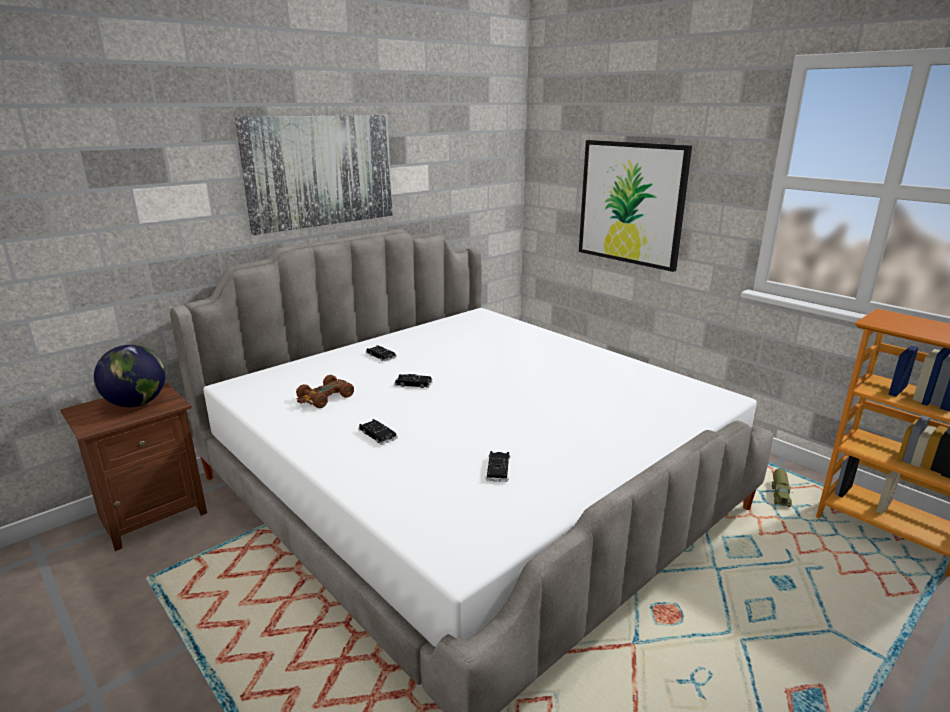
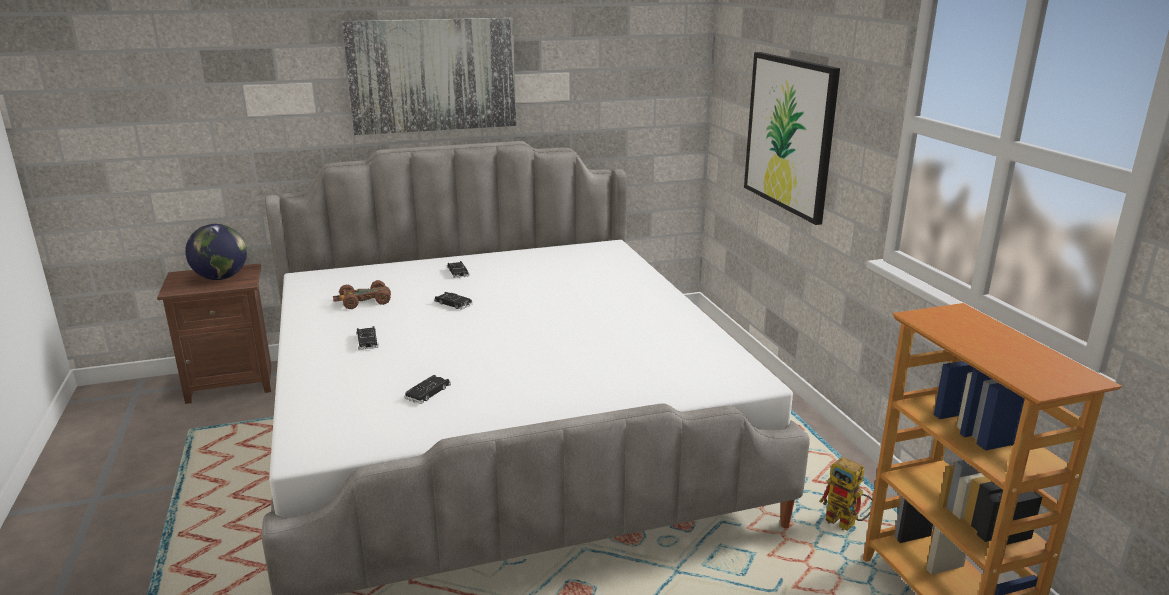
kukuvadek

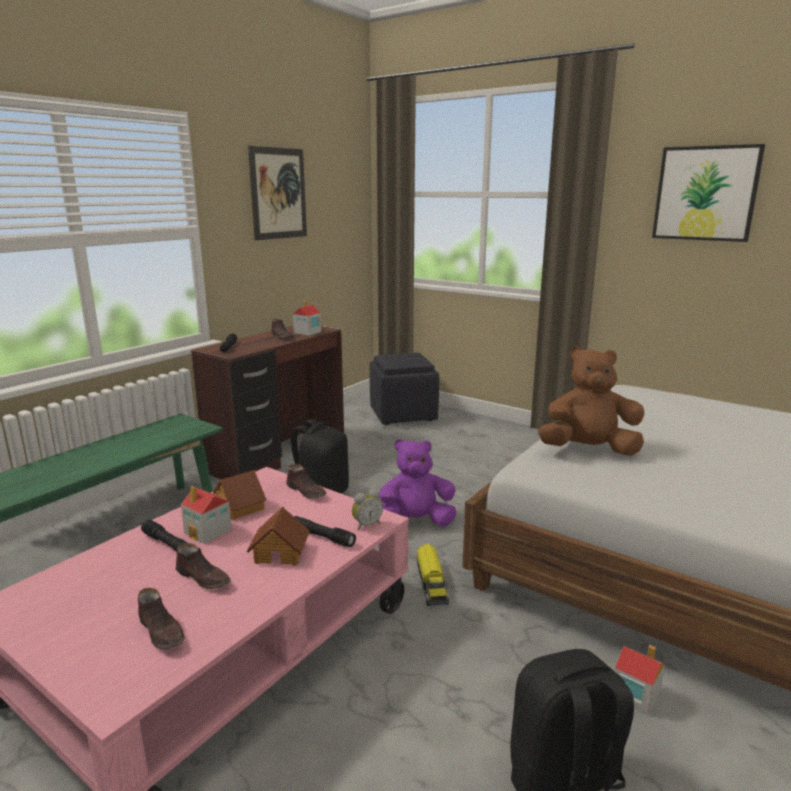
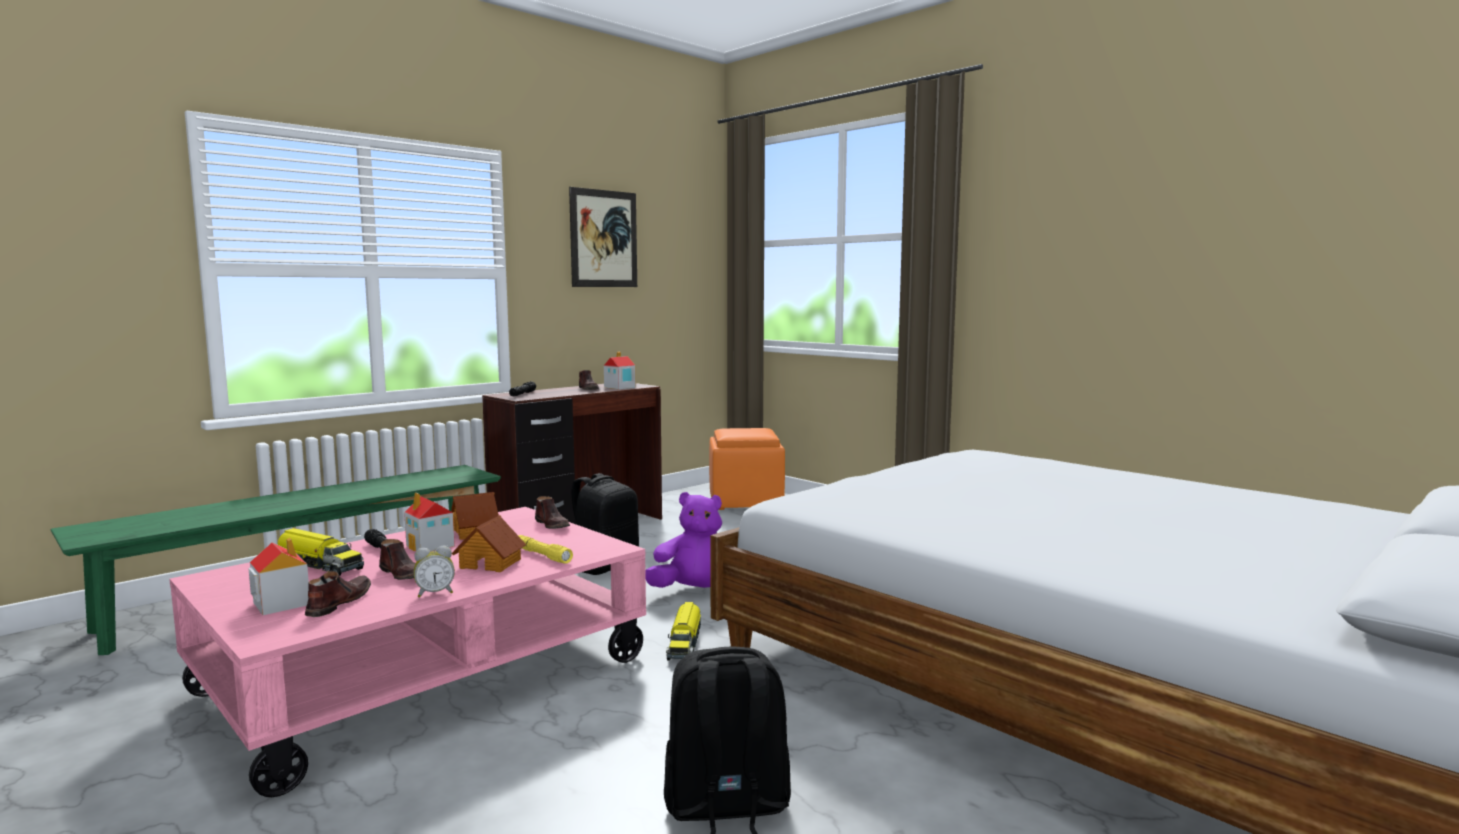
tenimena (1st from left)
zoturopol (1st from left)
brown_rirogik (1st from left)
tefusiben
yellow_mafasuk
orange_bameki
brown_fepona
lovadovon (2nd from left in the first image)

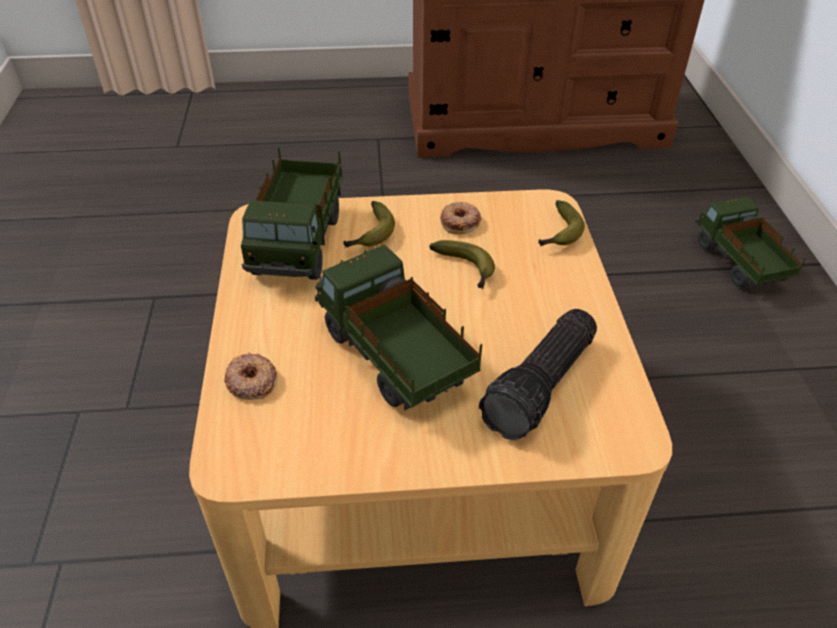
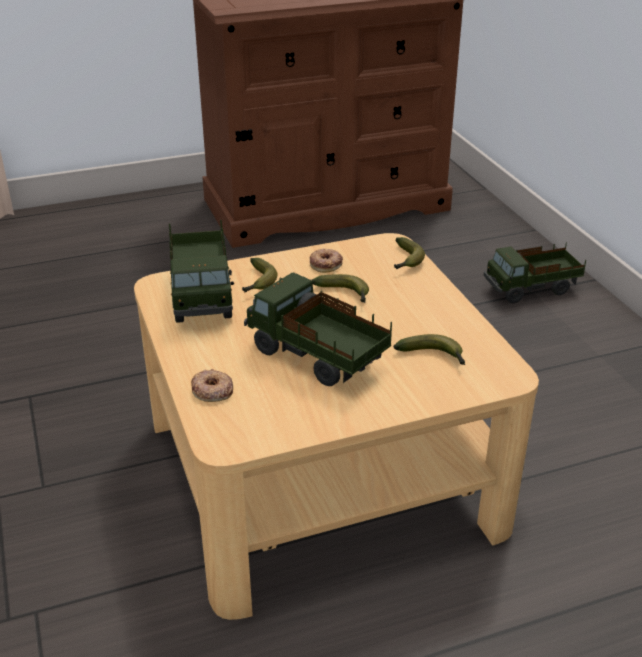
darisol (4th from left)
zoturopol (3rd from left)

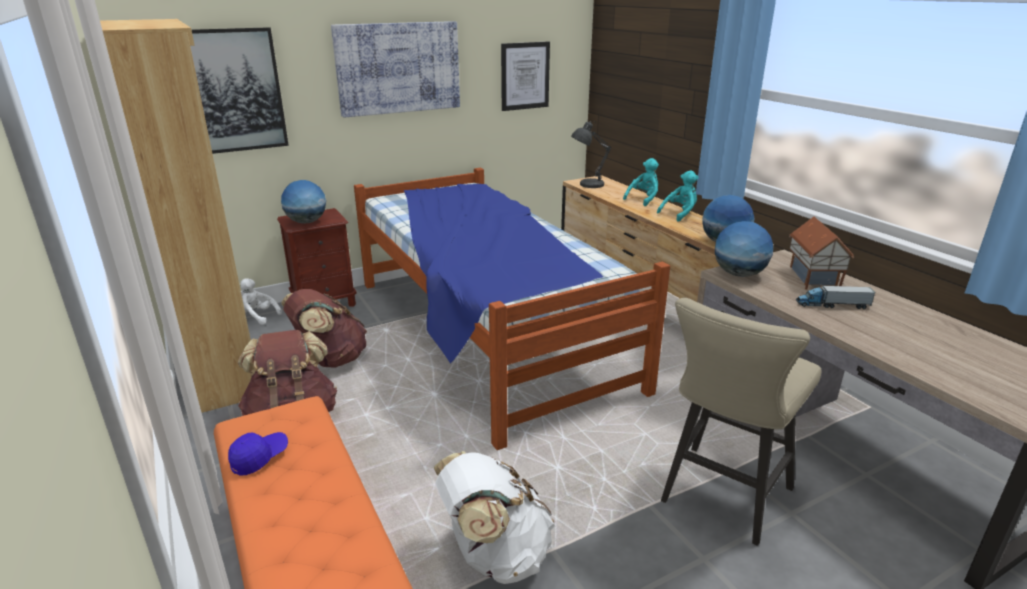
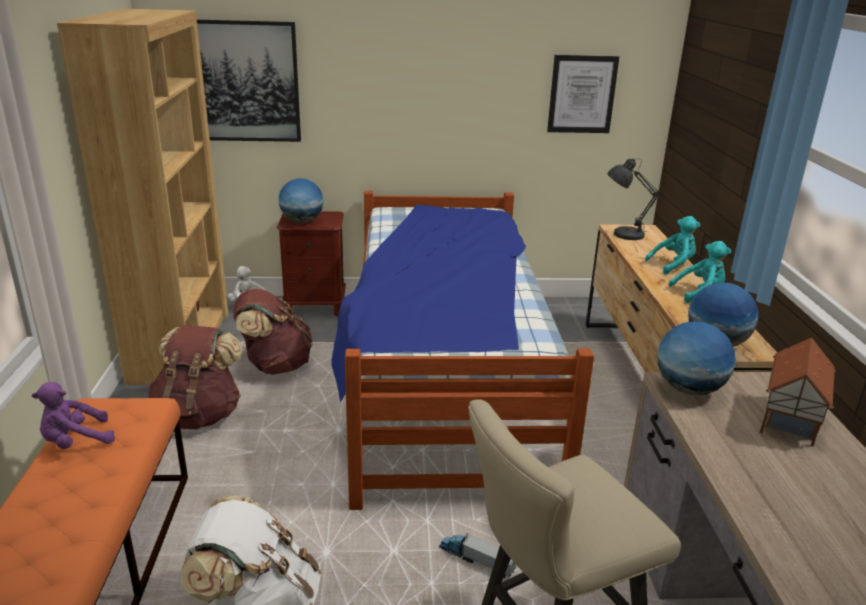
purple_fepona
zoturopol
lovadovon (2nd from left in the first image)

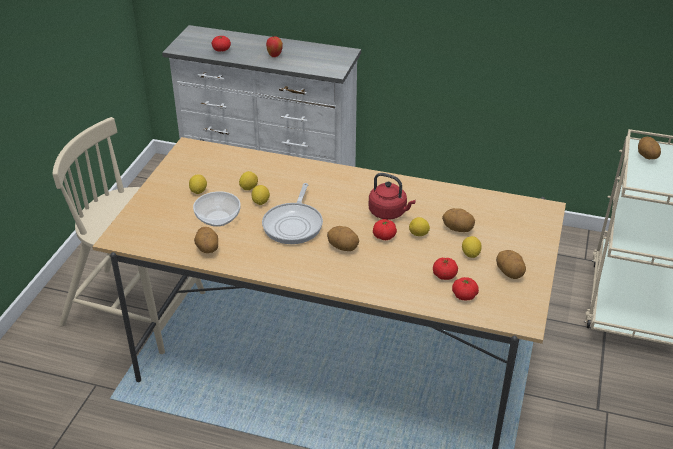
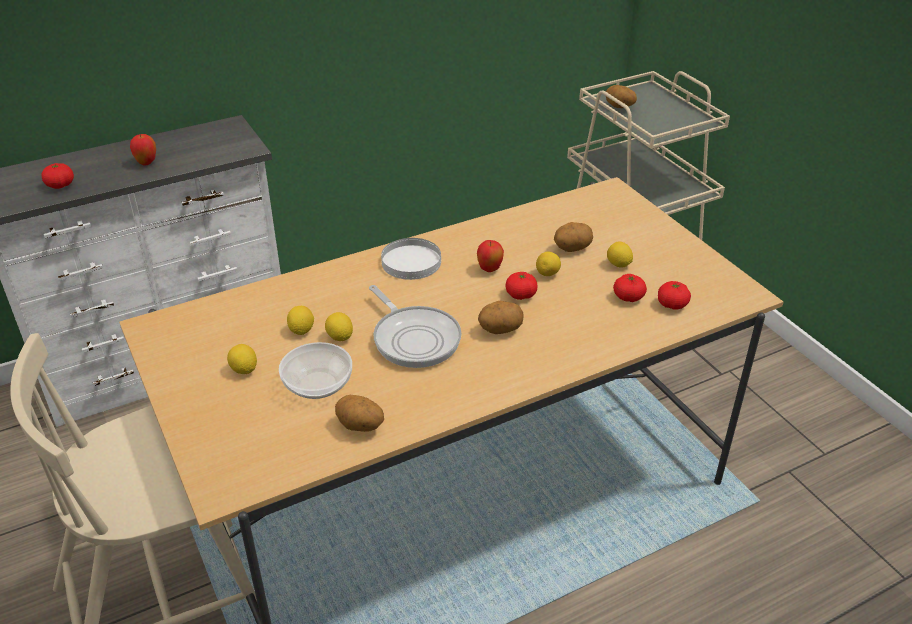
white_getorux
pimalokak (2nd from left)
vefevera (4th from left in the first image)

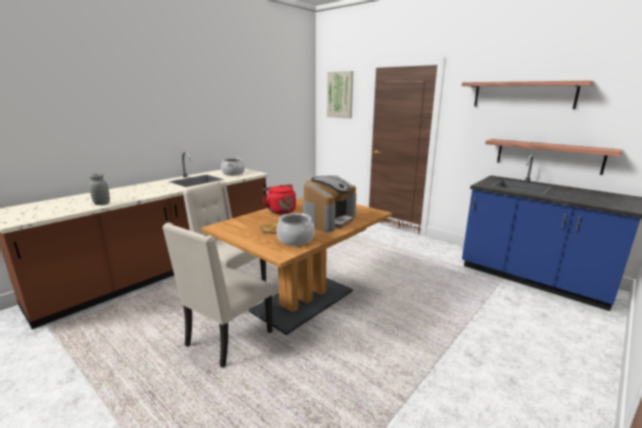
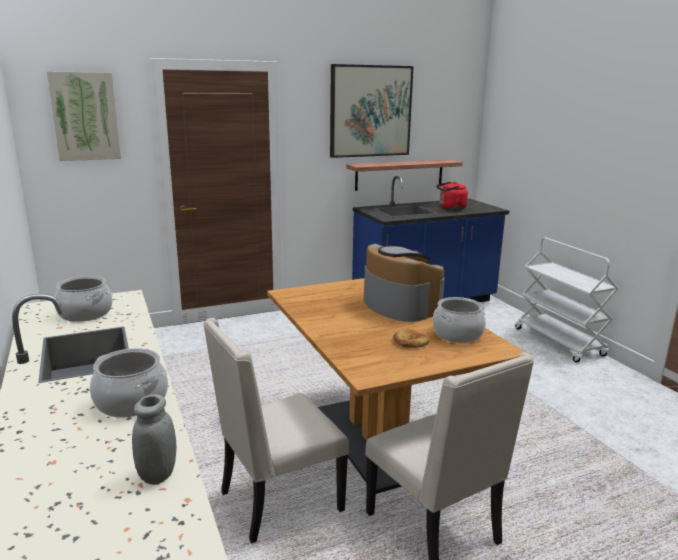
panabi (2nd from left)
lovadovon (2nd from left)
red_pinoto
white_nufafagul

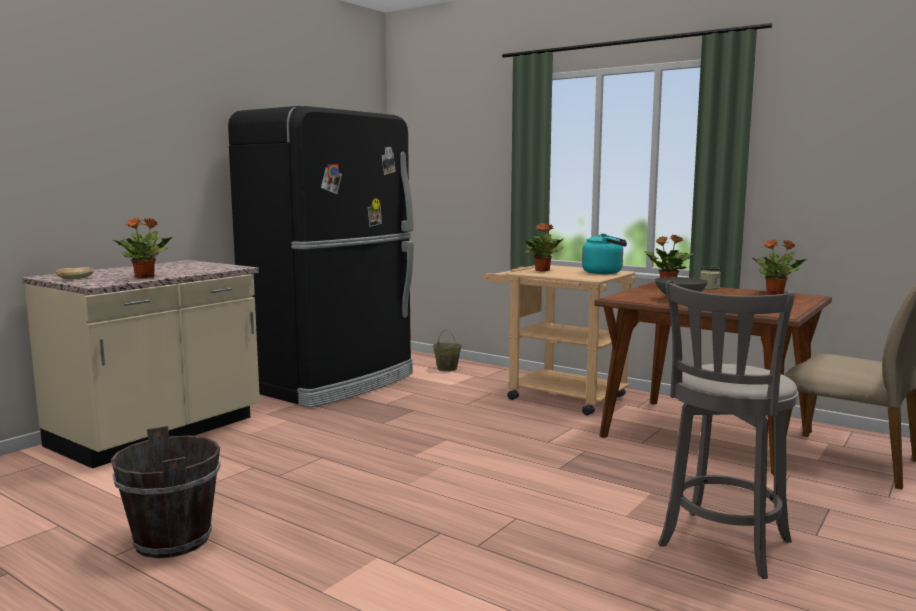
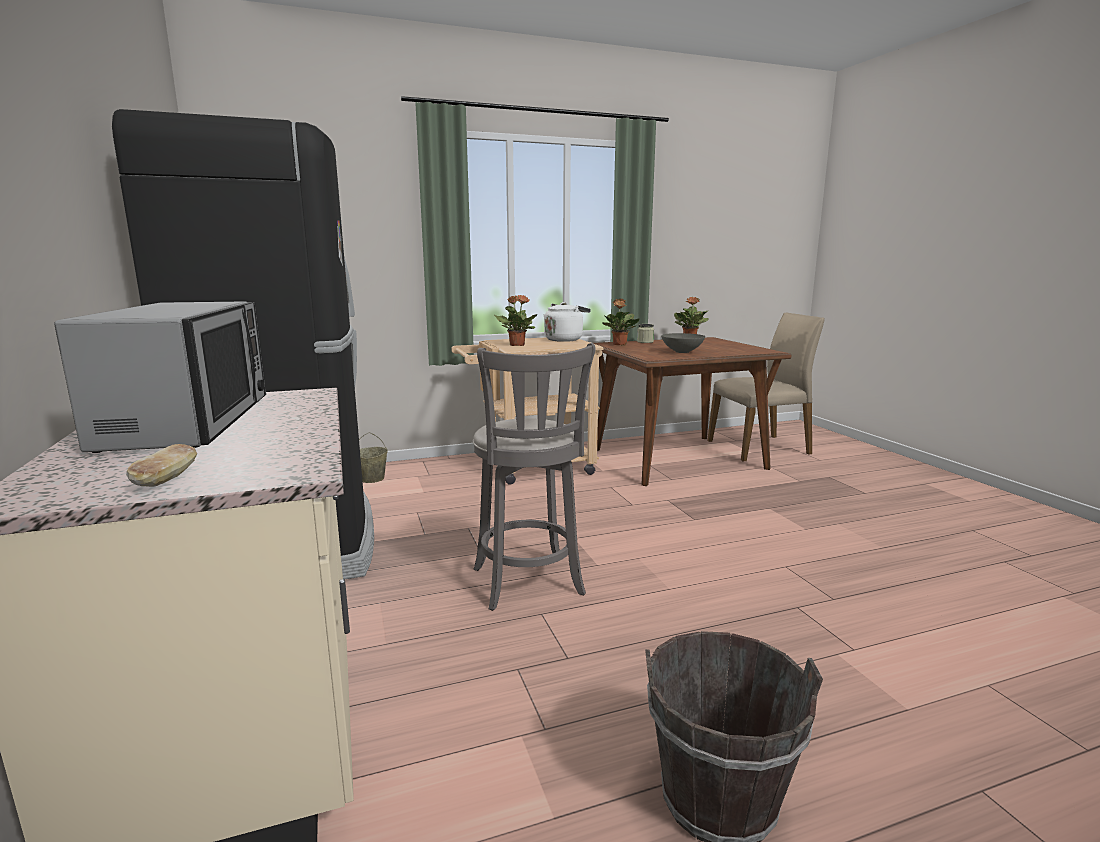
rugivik
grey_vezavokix
white_pinoto
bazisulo (1st from left in the first image)

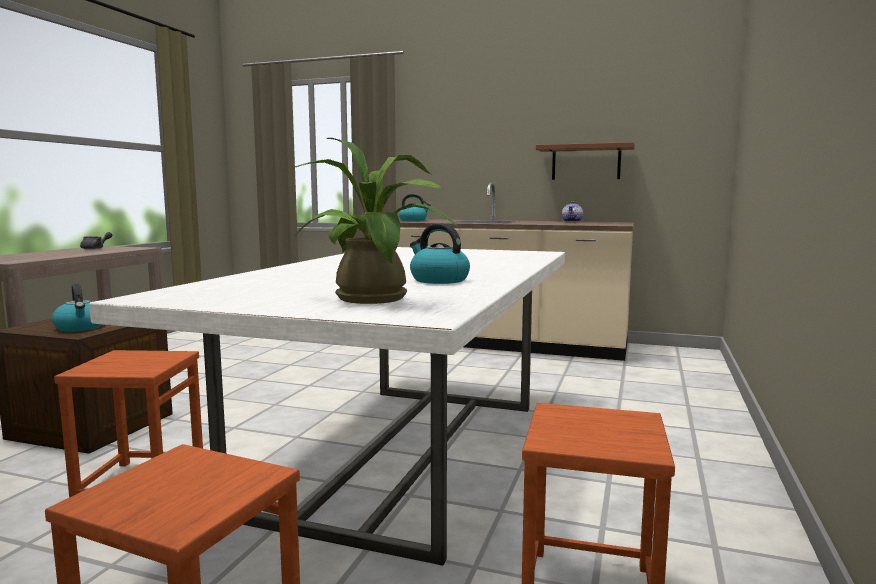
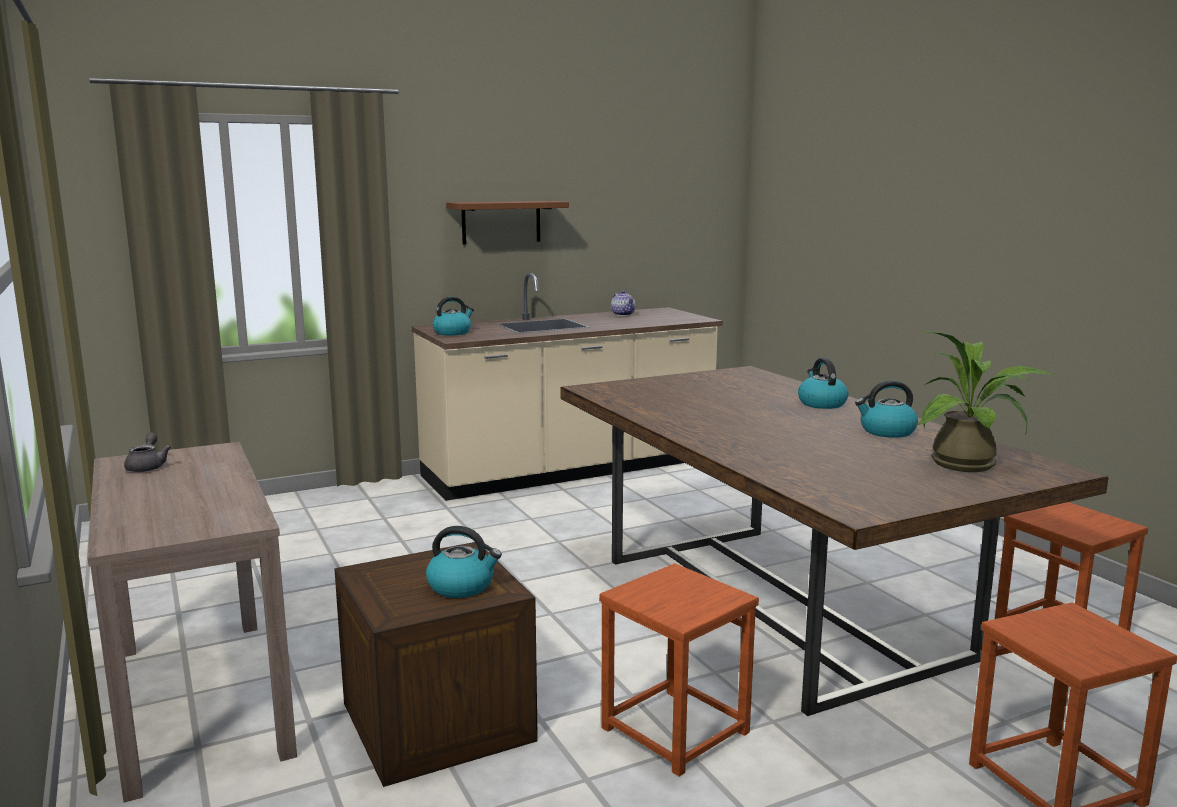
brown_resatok
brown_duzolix
pinoto (3rd from left)

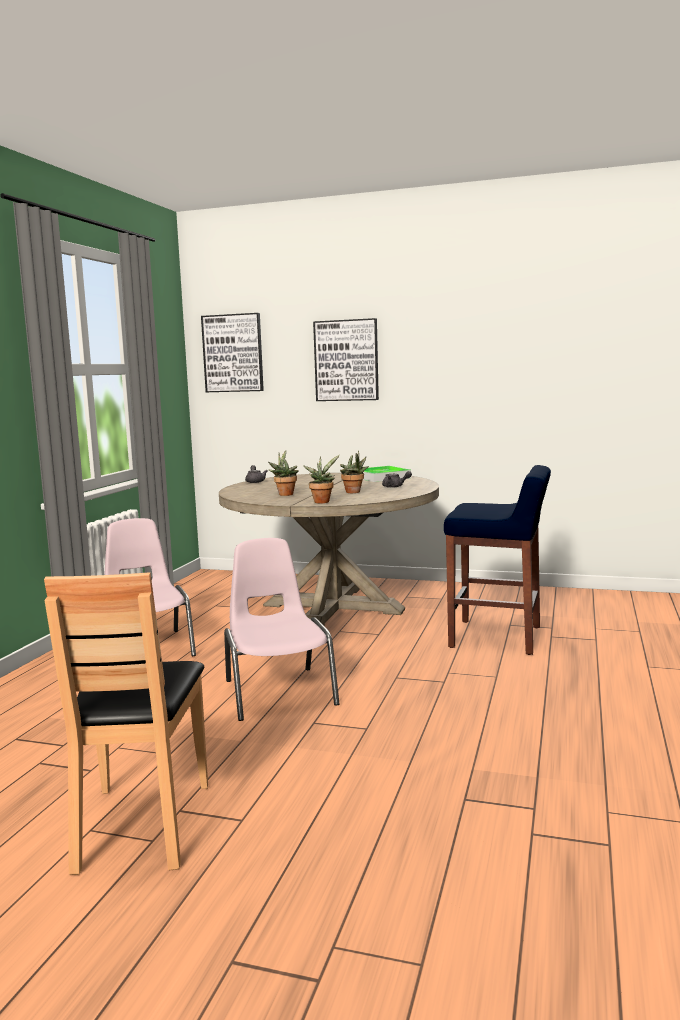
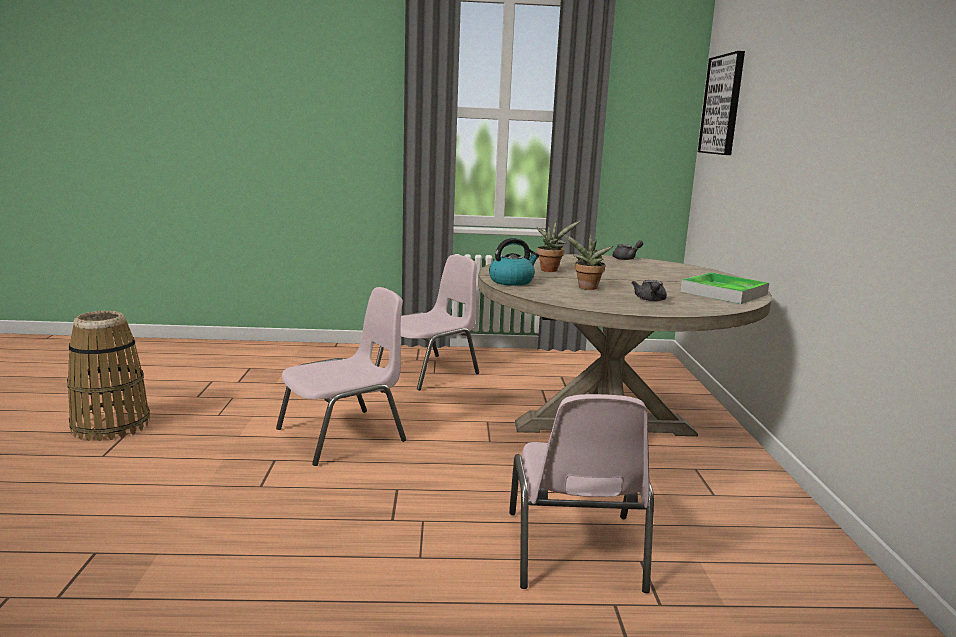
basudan
pinoto
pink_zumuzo (3rd from left)
lovadovon (2nd from left in the first image)

